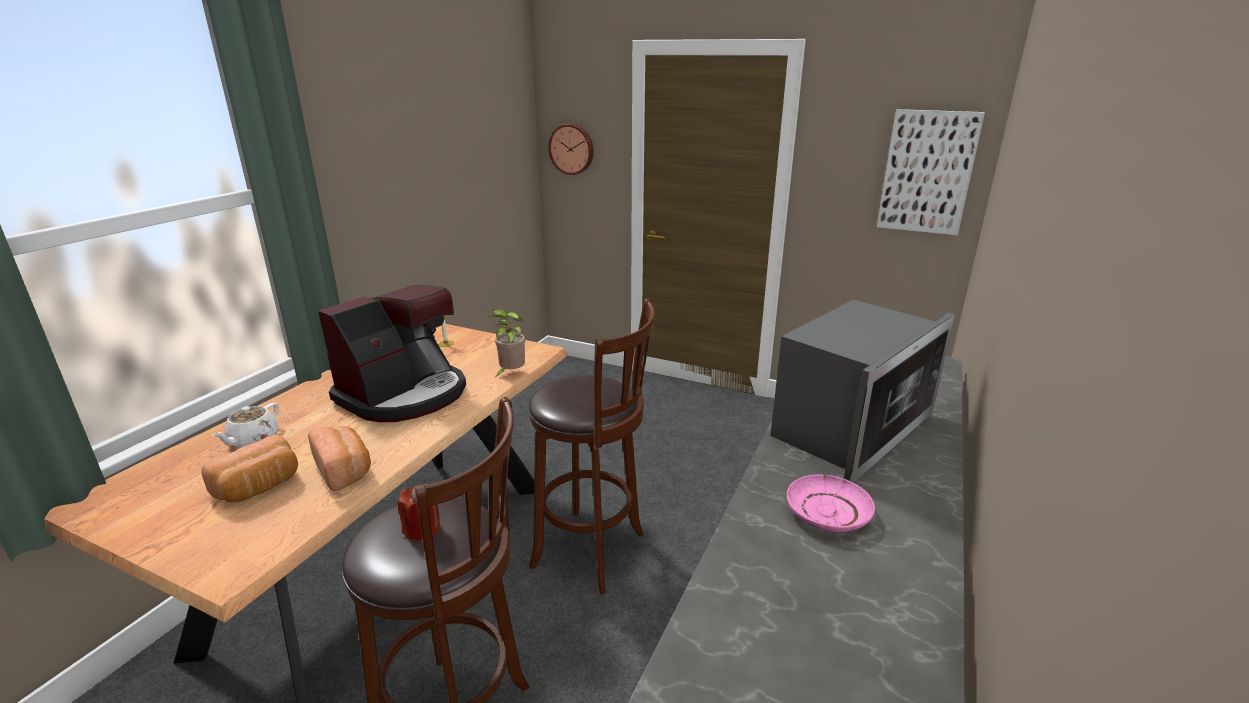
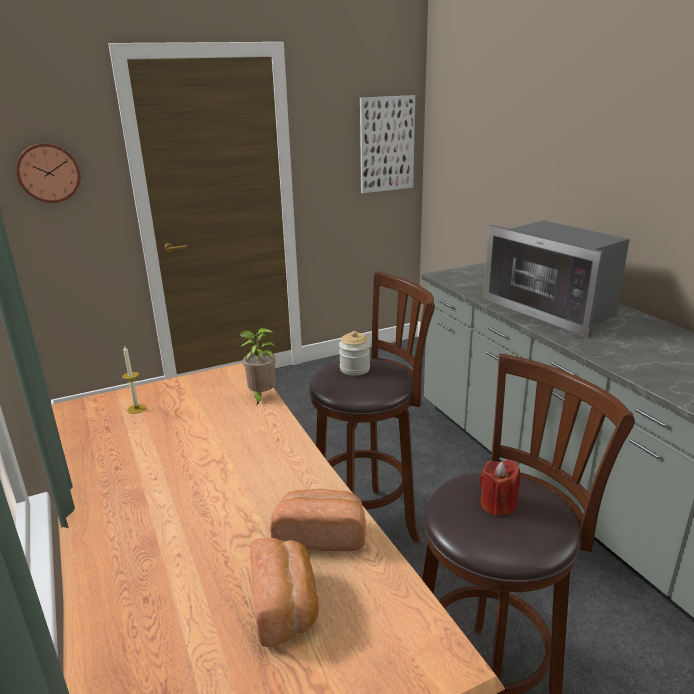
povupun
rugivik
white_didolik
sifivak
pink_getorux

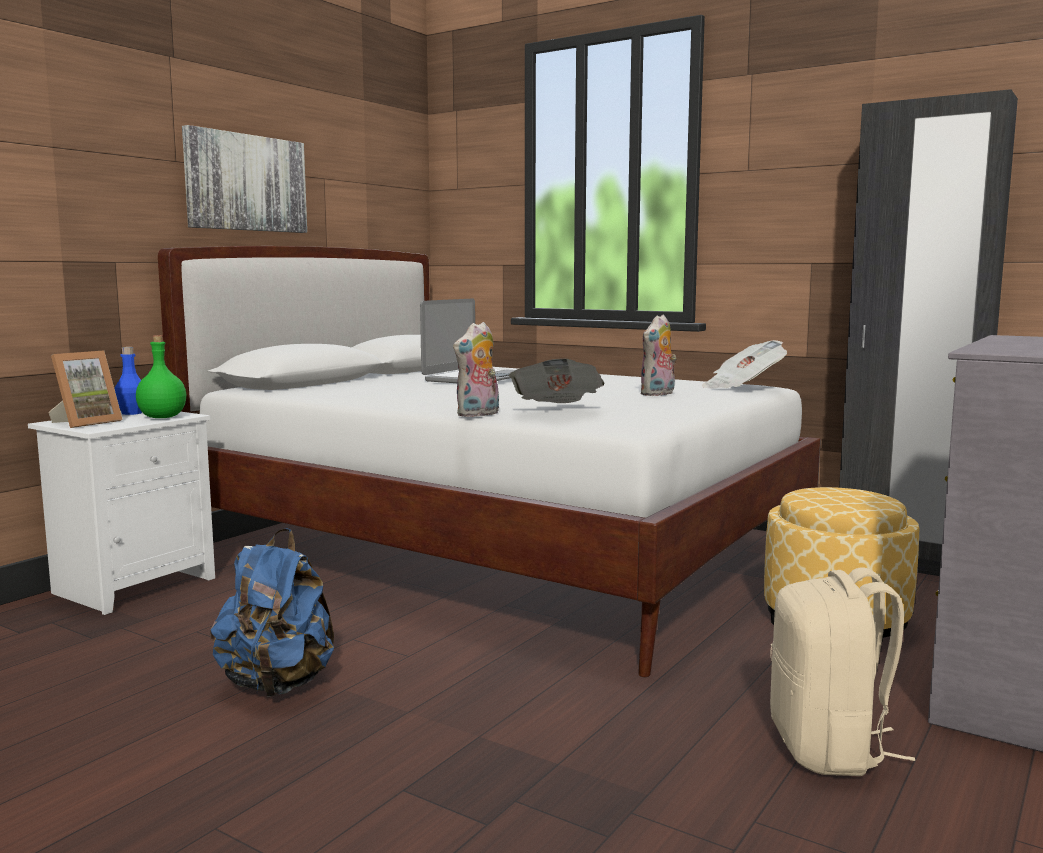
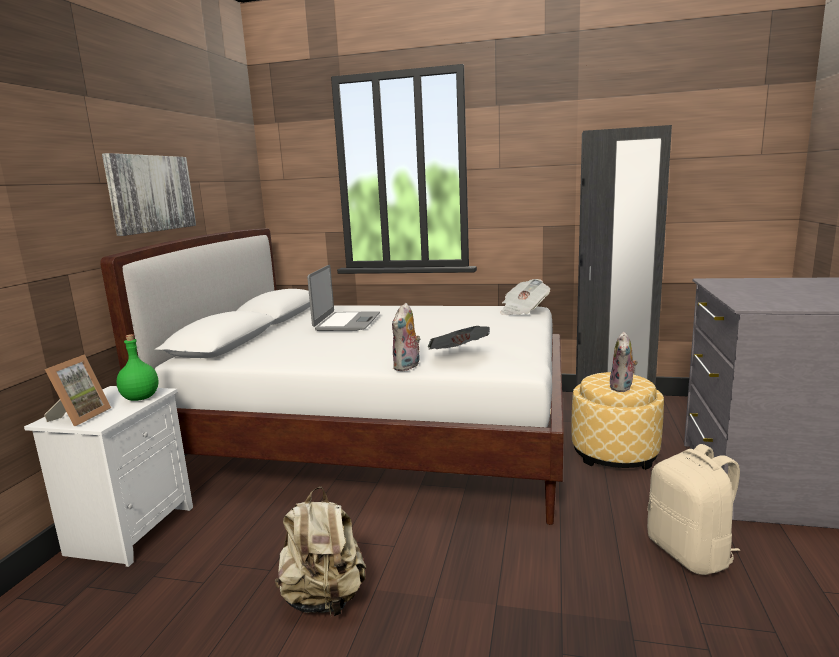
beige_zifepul (1st from left)
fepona (2nd from left)
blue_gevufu

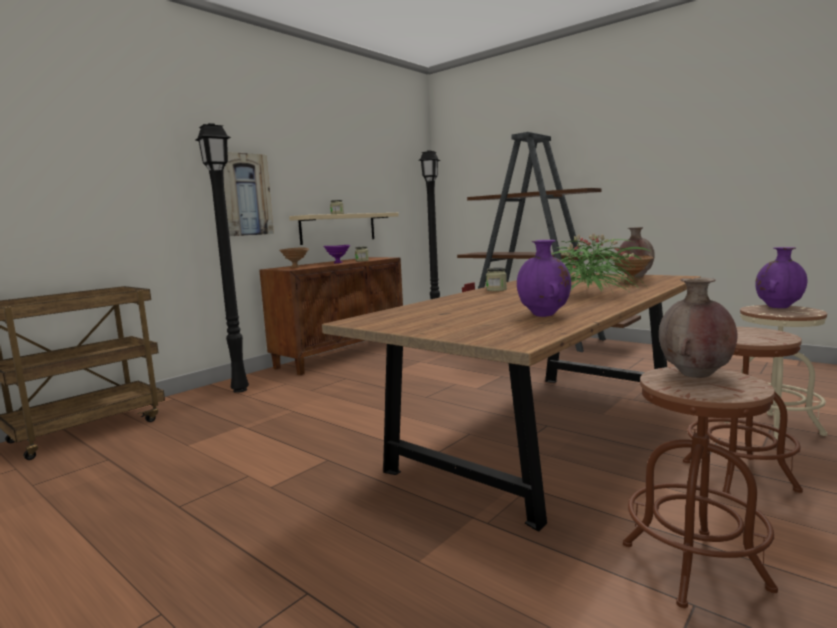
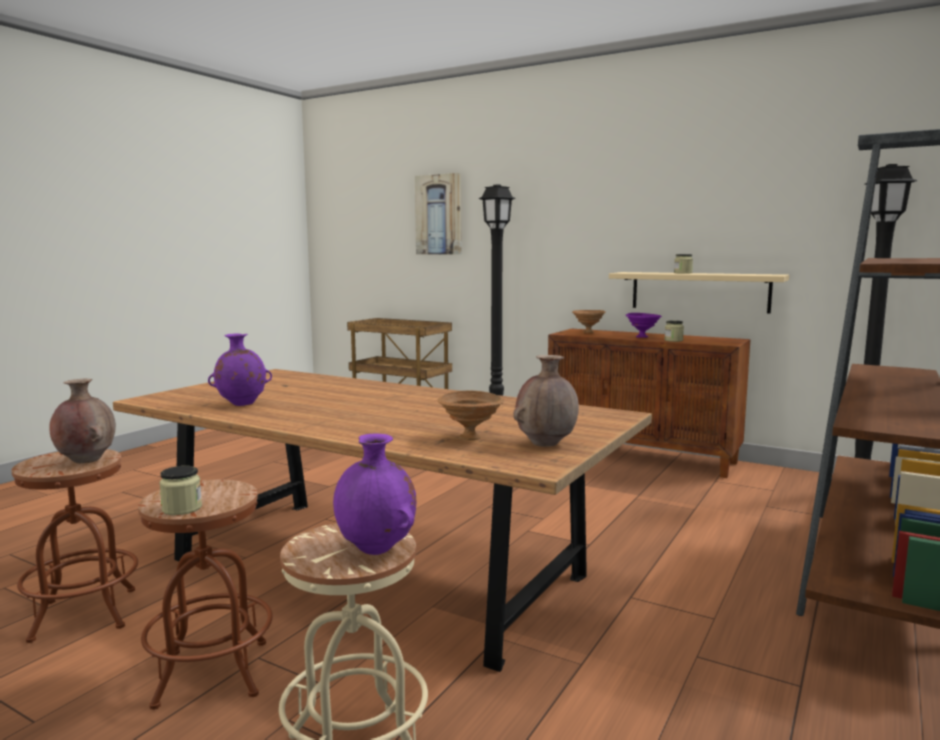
povupun (1st from left)
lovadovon
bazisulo

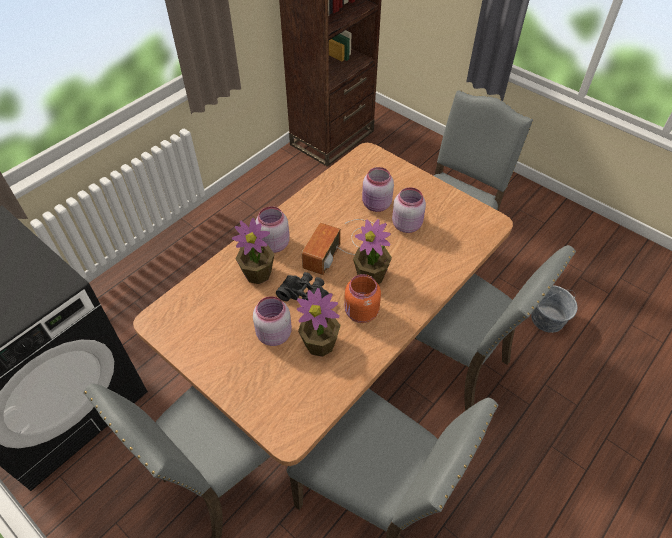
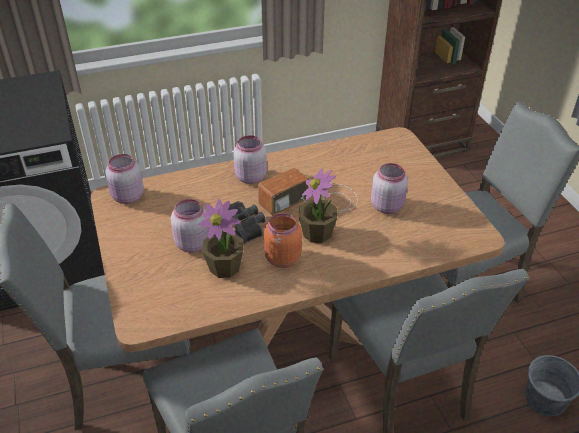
pink_povupun (1st from left)
bazisulo (1st from left in the first image)

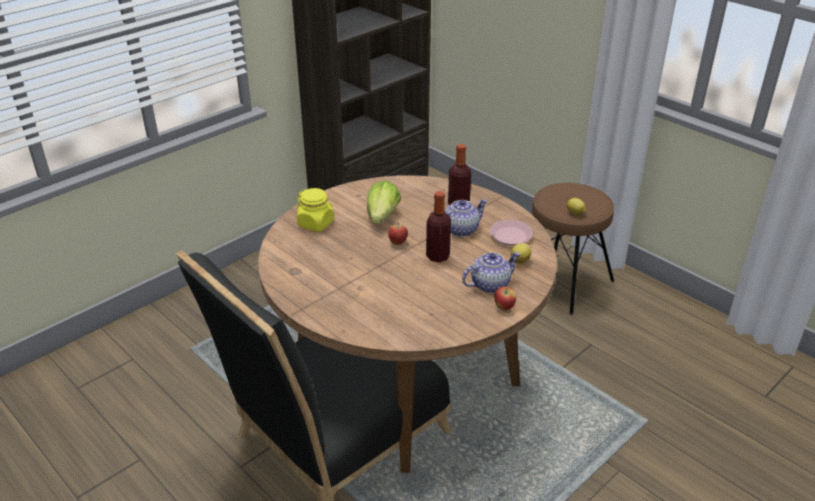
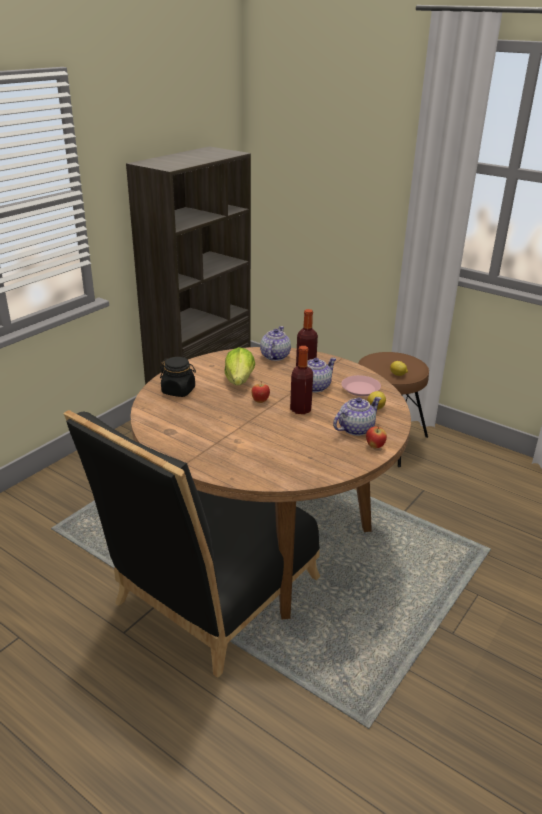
black_povupun
didolik (1st from left)

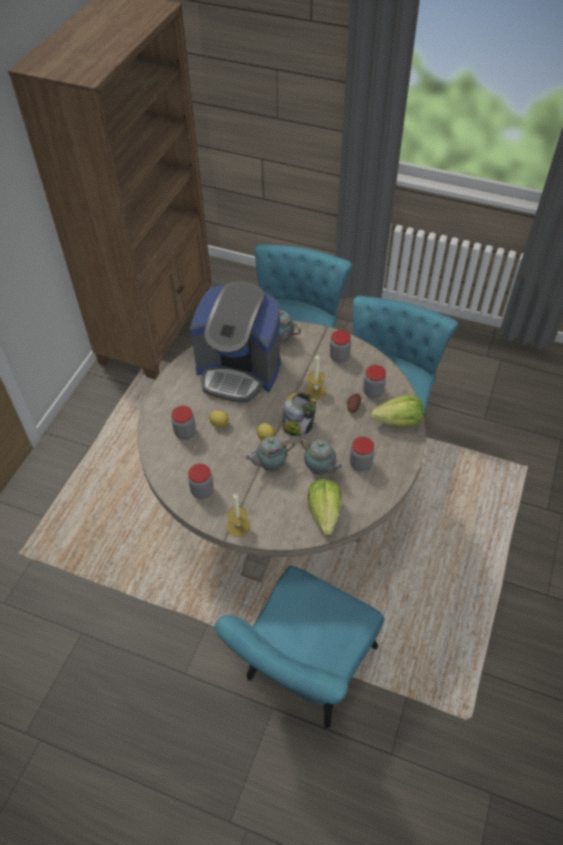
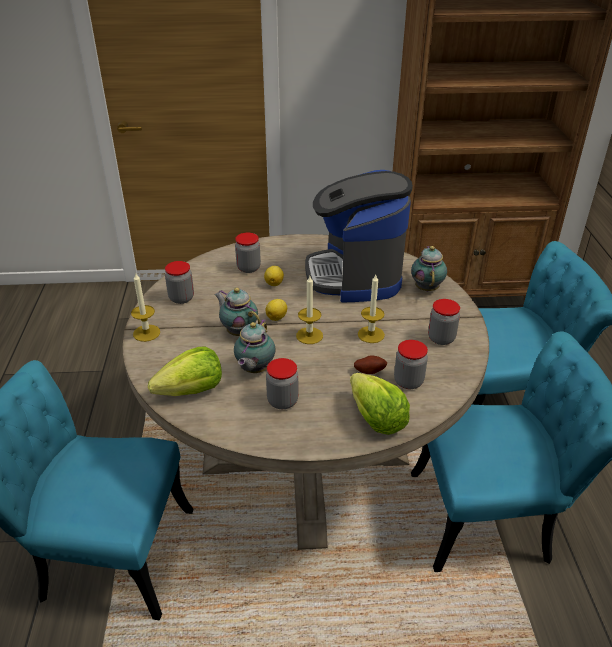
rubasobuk (2nd from left)

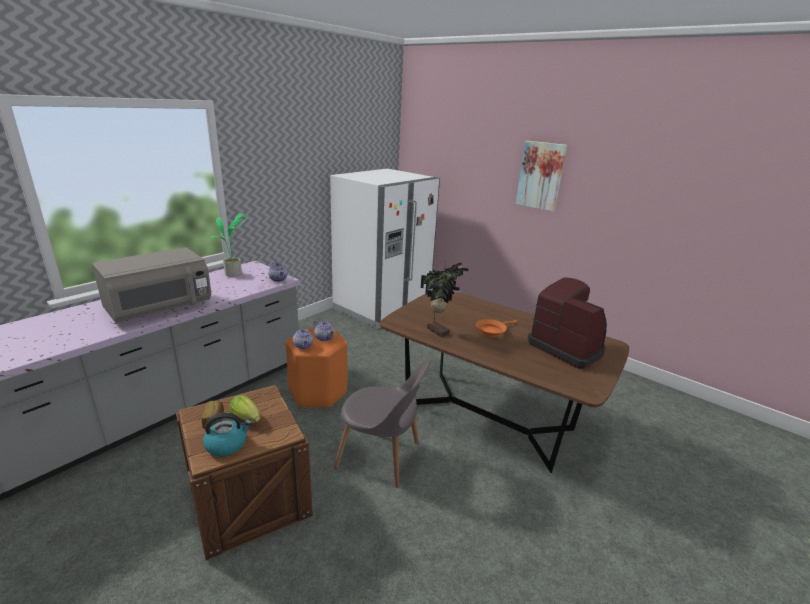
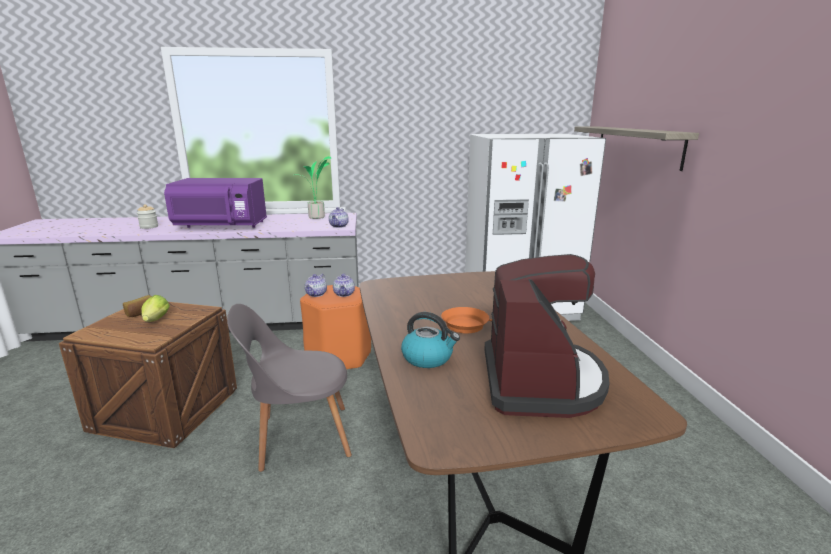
povupun
purple_rugivik
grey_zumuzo
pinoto
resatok
bazisulo (2nd from left in the first image)
lovadovon

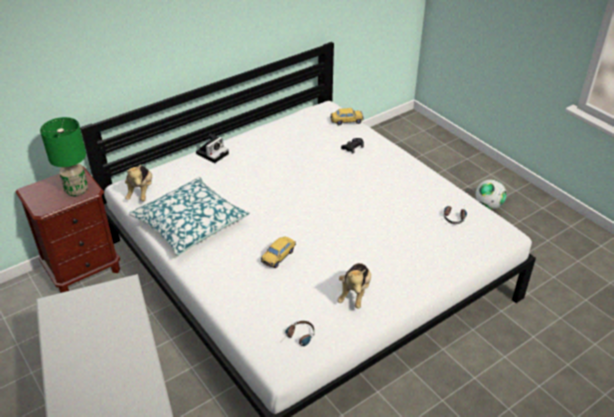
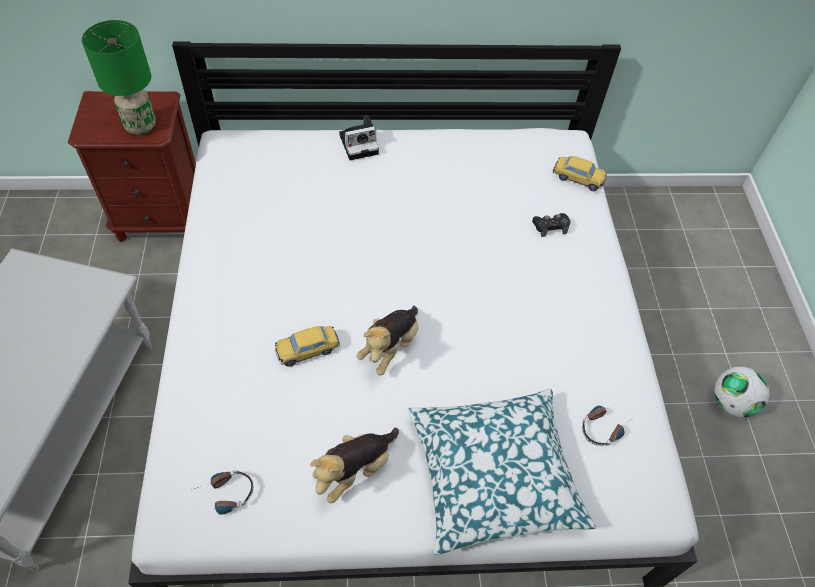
fepona (2nd from left)
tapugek

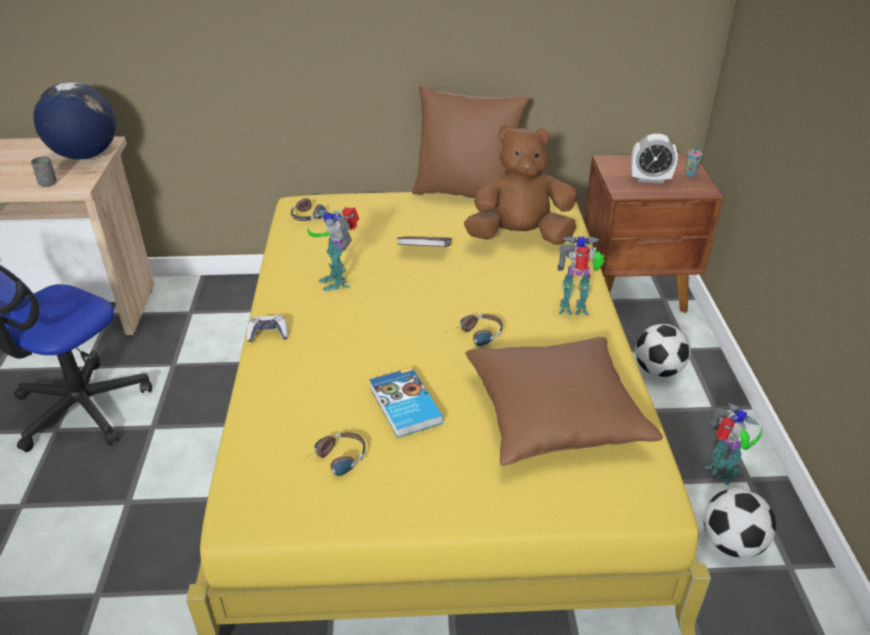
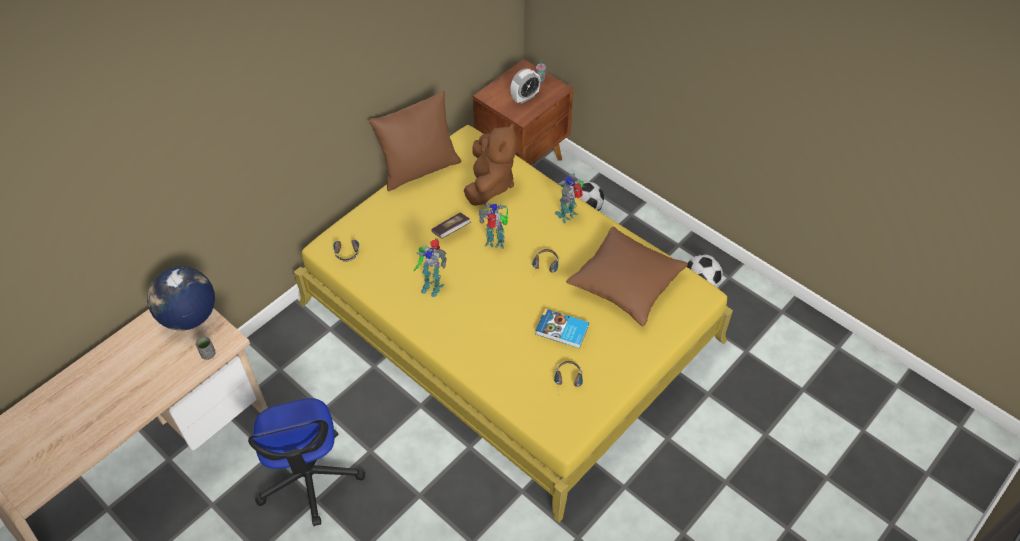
brown_fepona
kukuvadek (2nd from left)
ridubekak

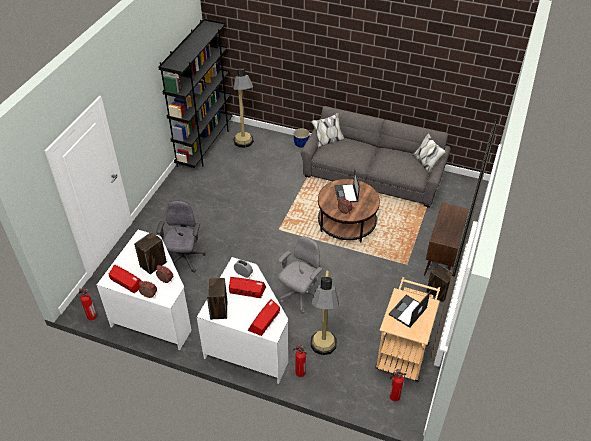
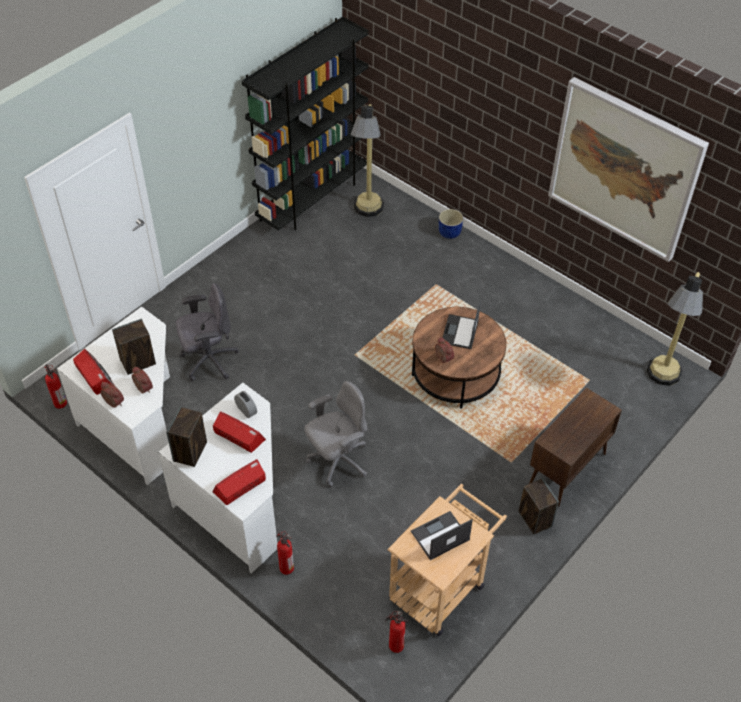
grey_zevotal (1st from left)
lovadovon
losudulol (2nd from left)
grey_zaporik

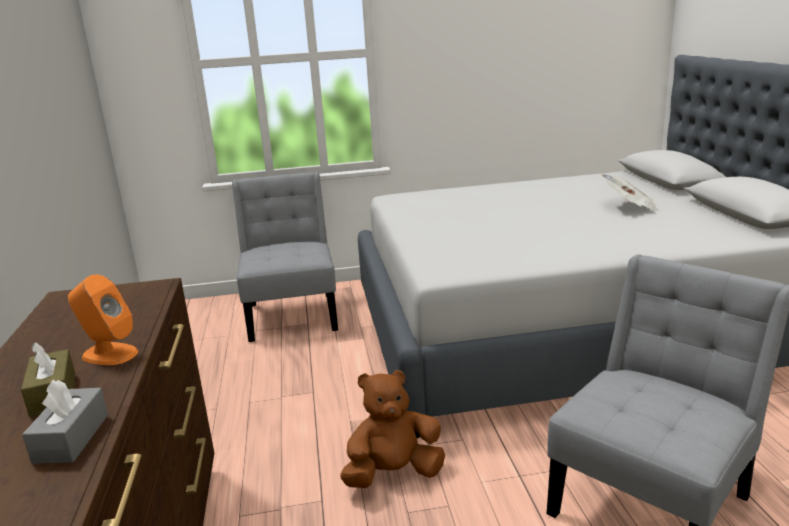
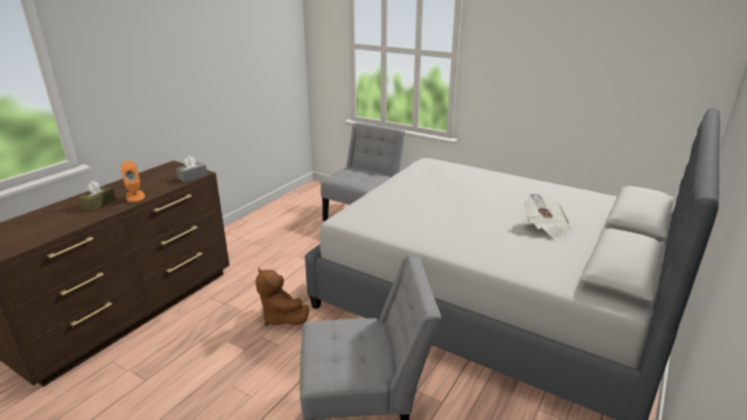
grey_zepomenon
brown_fepona

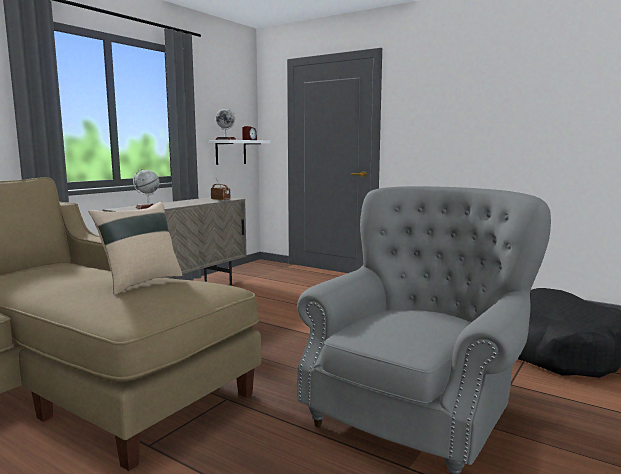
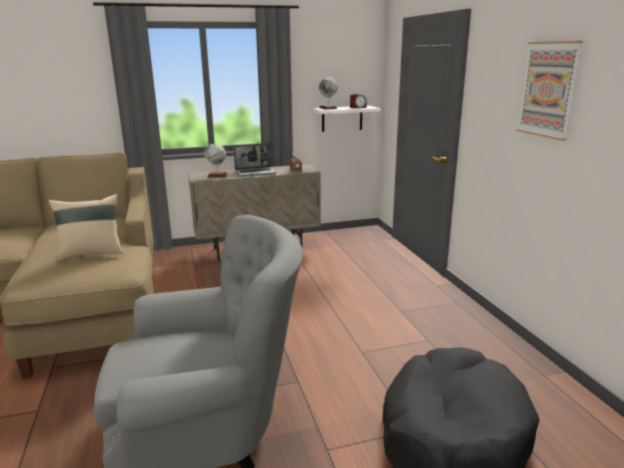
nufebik
lovadovon

